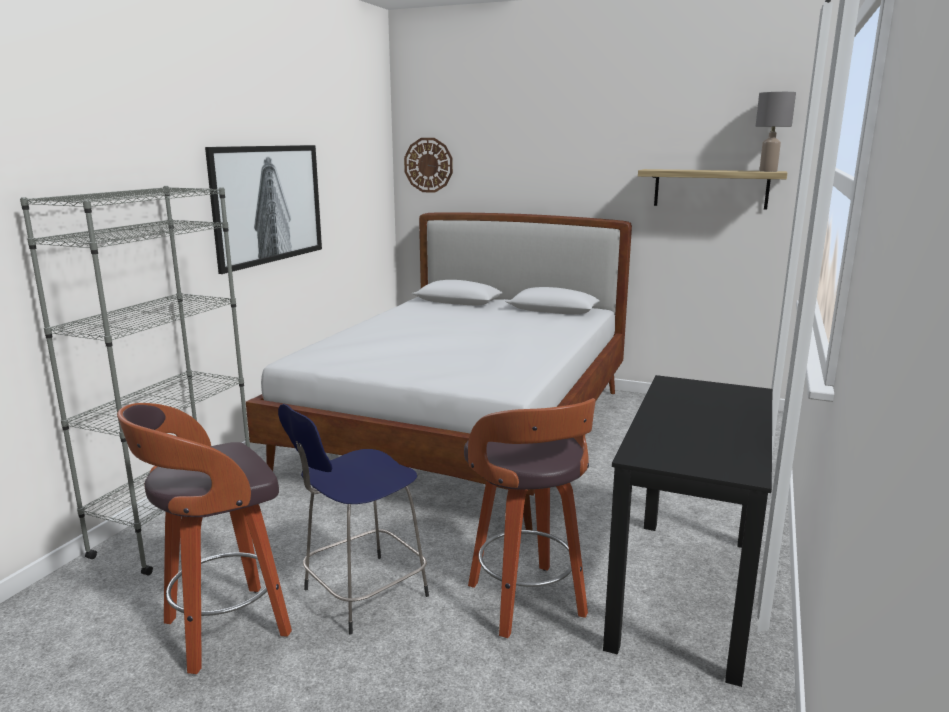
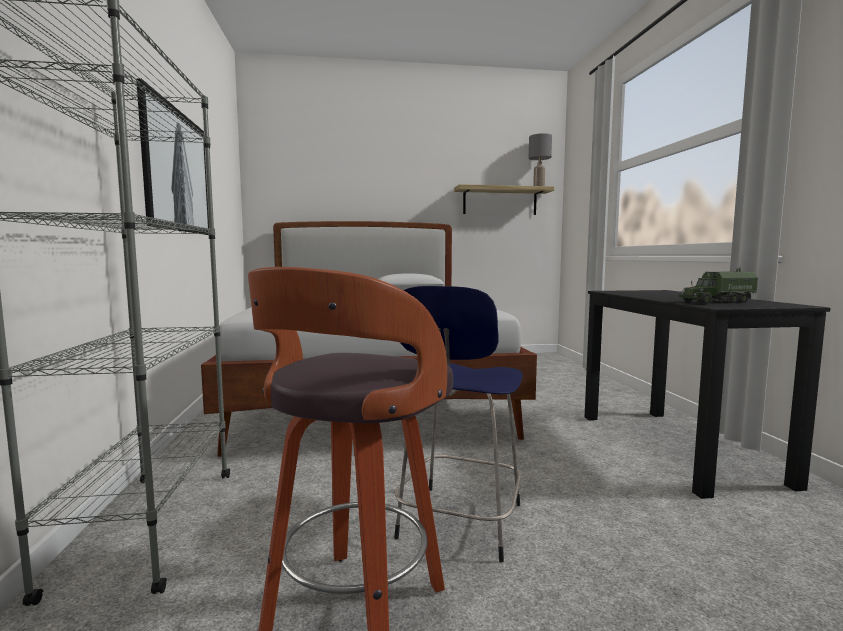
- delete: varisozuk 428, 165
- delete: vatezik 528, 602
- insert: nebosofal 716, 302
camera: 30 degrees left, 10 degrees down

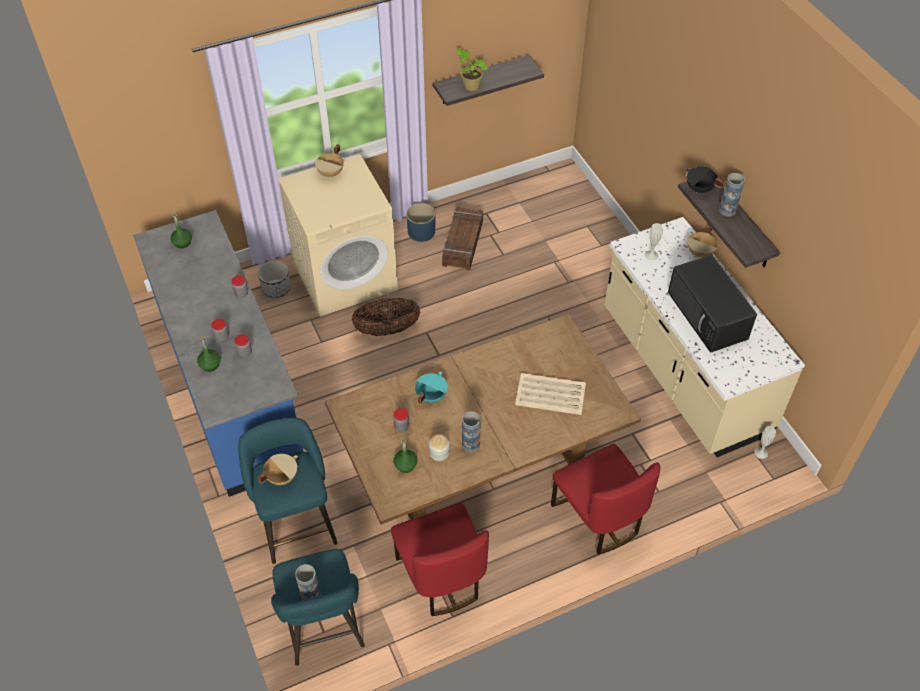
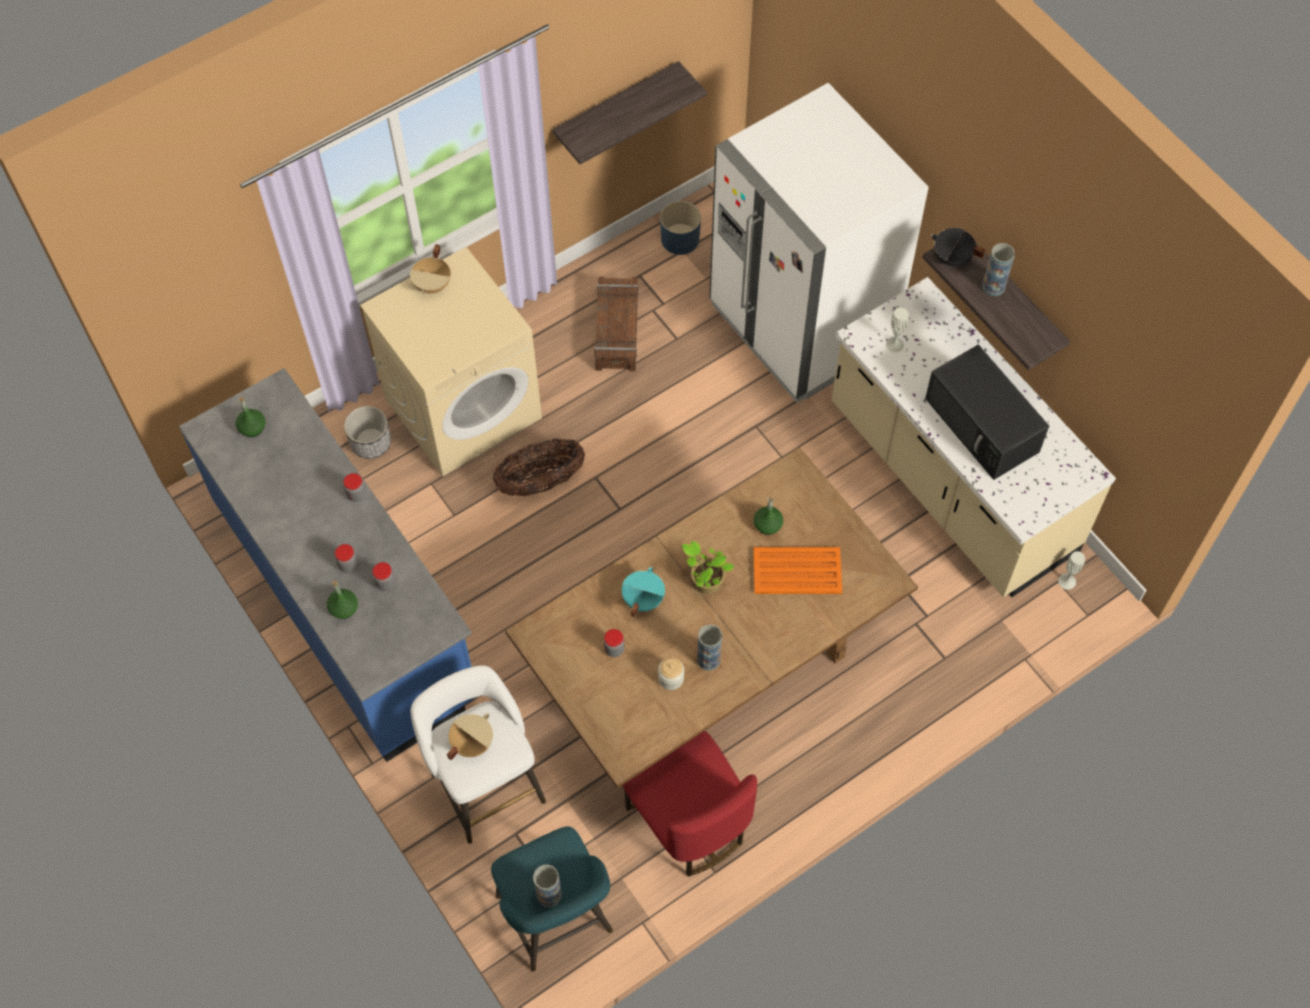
- move: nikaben 470, 85 to 705, 582
- move: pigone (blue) 421, 232 to 680, 239
- delete: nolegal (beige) 700, 253
- recolor: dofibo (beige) 551, 395 to dofibo (orange) 798, 571
- recolor: vatezik (turquoise) 296, 523 to vatezik (white) 485, 782
- move: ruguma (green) 405, 465 to 767, 525
- delete: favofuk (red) 598, 517
- insert: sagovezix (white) 801, 325
camera: 10 degrees left, 10 degrees up

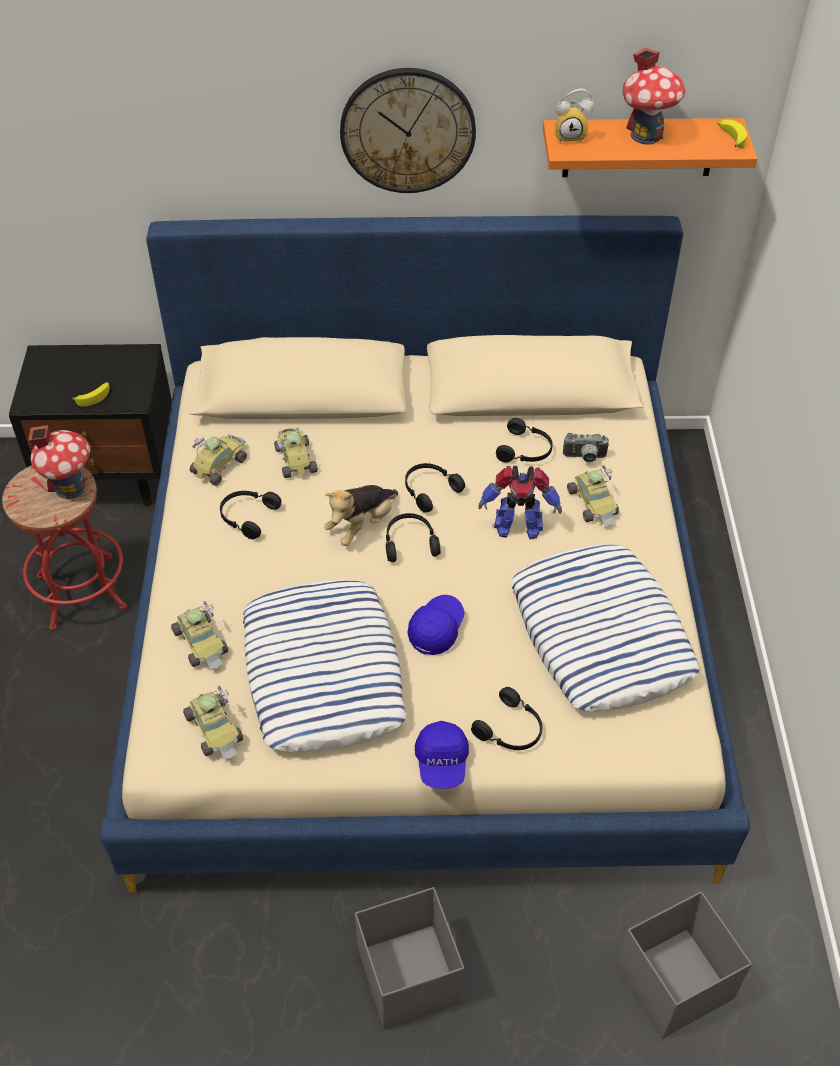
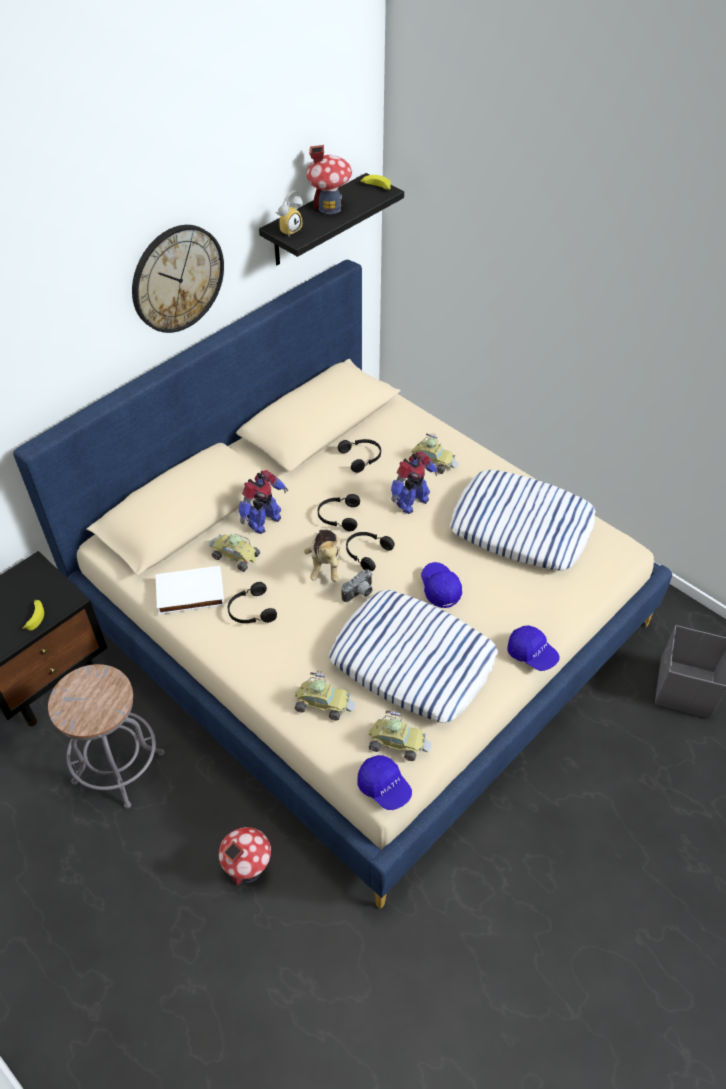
- recolor: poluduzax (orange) 639, 147 to poluduzax (black) 315, 221
- move: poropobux 70, 487 to 248, 869
- move: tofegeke 584, 458 to 360, 594
- replace: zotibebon 219, 464 to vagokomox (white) 190, 594
- recolor: vatezik (red) 81, 592 to vatezik (grey) 118, 767
- delete: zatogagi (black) 511, 729
- delete: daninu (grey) 409, 974
- insert: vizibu 263, 521
- insert: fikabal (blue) 384, 787
camera: 45 degrees left, 0 degrees up

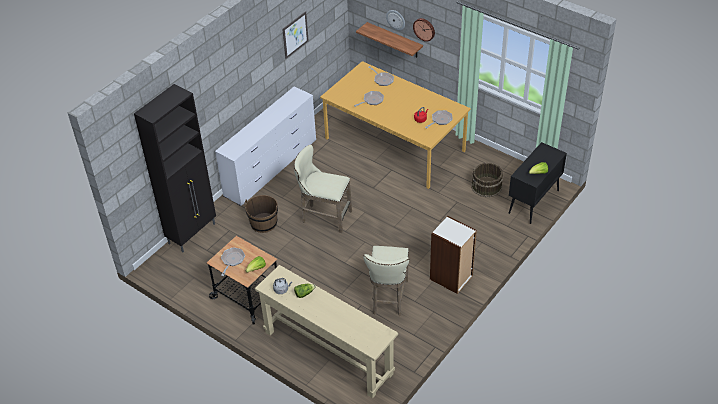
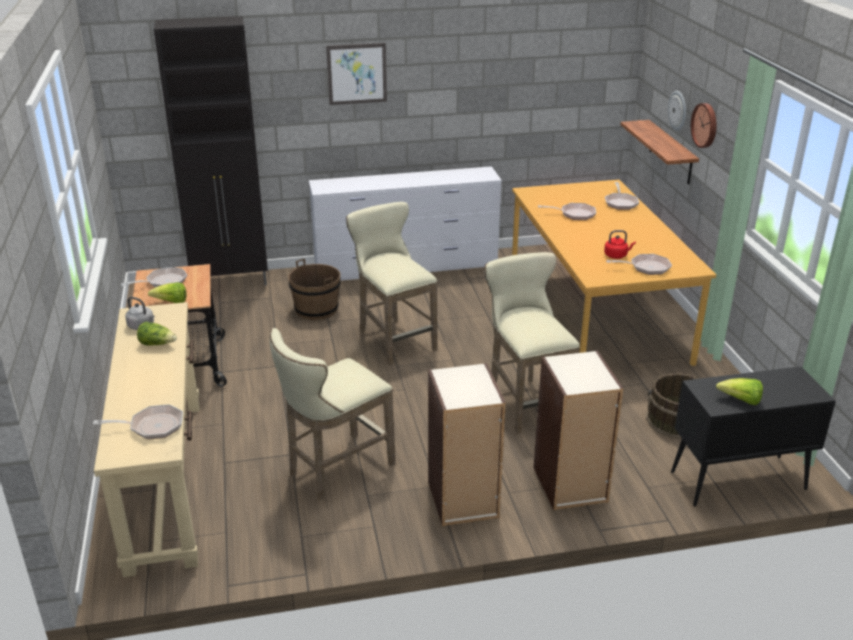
- move: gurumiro 295, 34 to 357, 74
- insert: vatezik (beige) 525, 401
- insert: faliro 570, 485
- insert: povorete 152, 426
camera: 40 degrees right, 15 degrees down

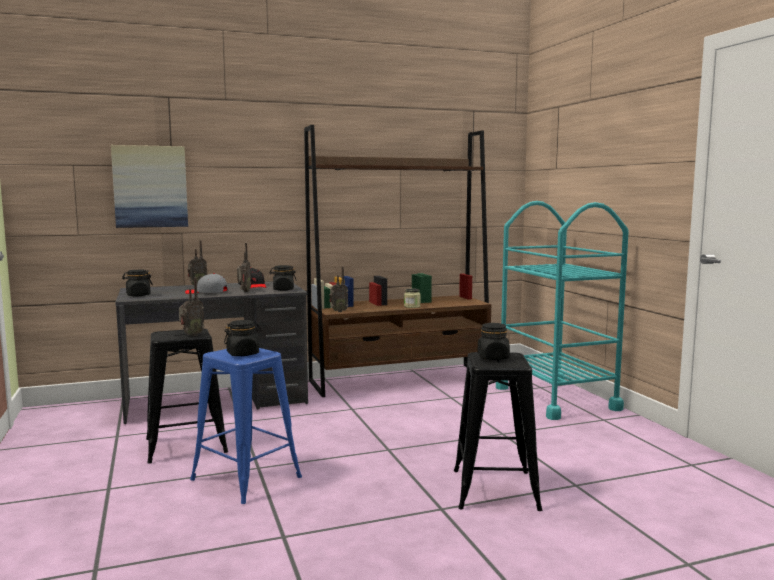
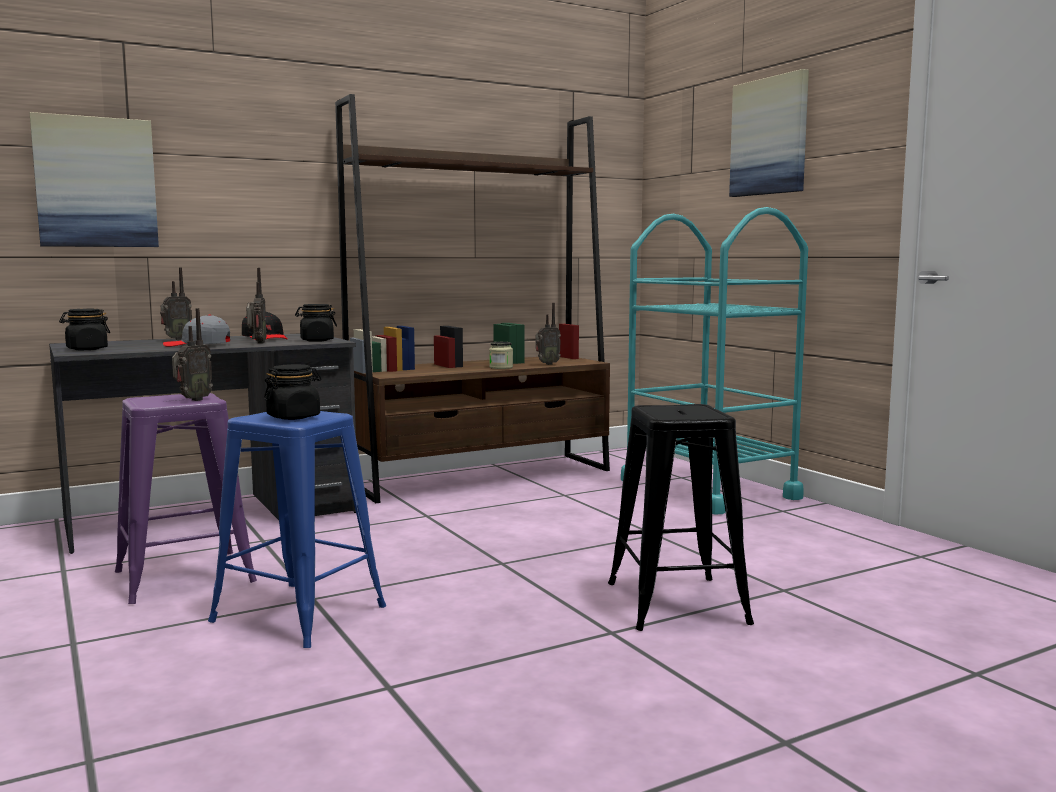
- move: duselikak 338, 311 to 546, 364
- delete: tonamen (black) 493, 357
- recolor: vatezik (black) 186, 445 to vatezik (purple) 184, 577
- insert: gurumiro 769, 136
camera: 10 degrees left, 0 degrees up

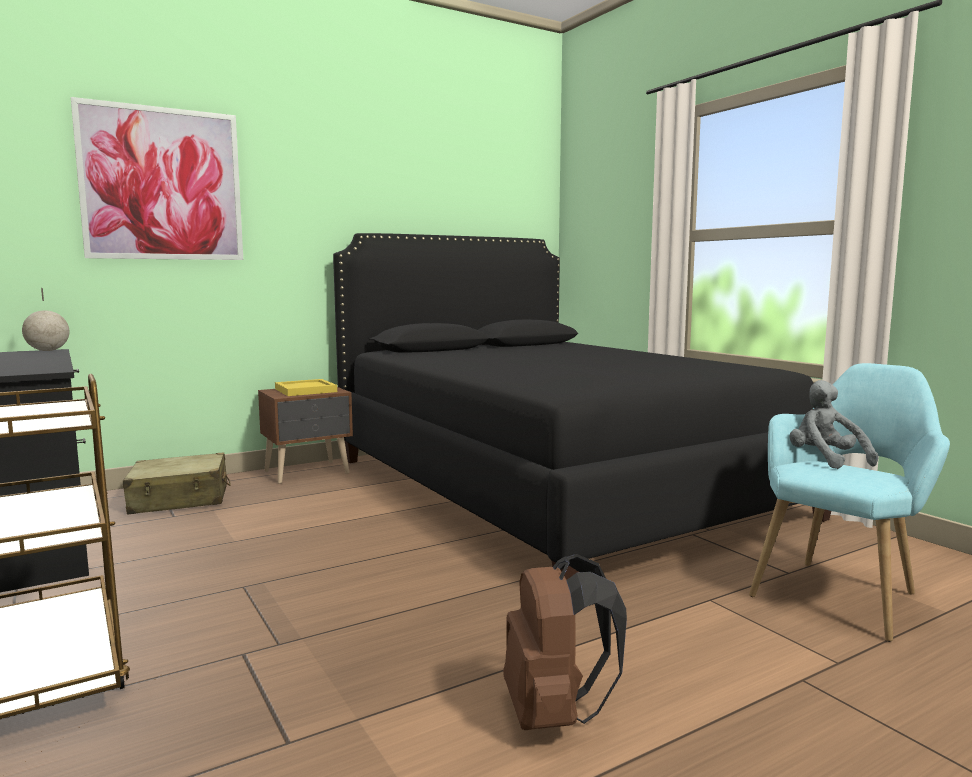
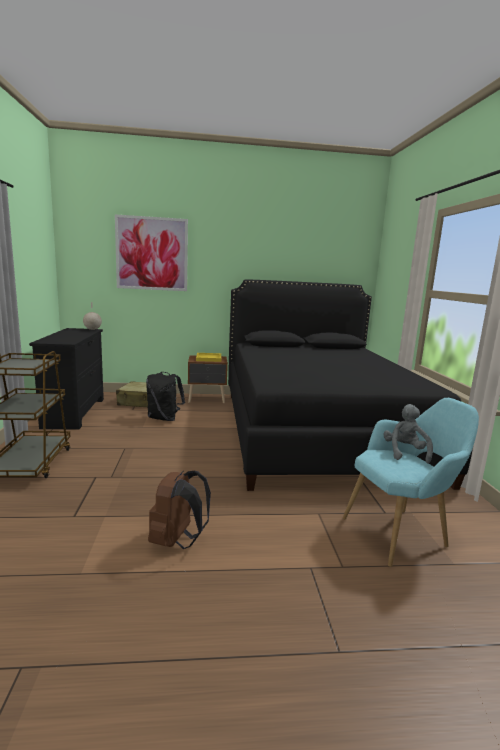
- insert: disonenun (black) 164, 418
camera: 25 degrees right, 5 degrees up

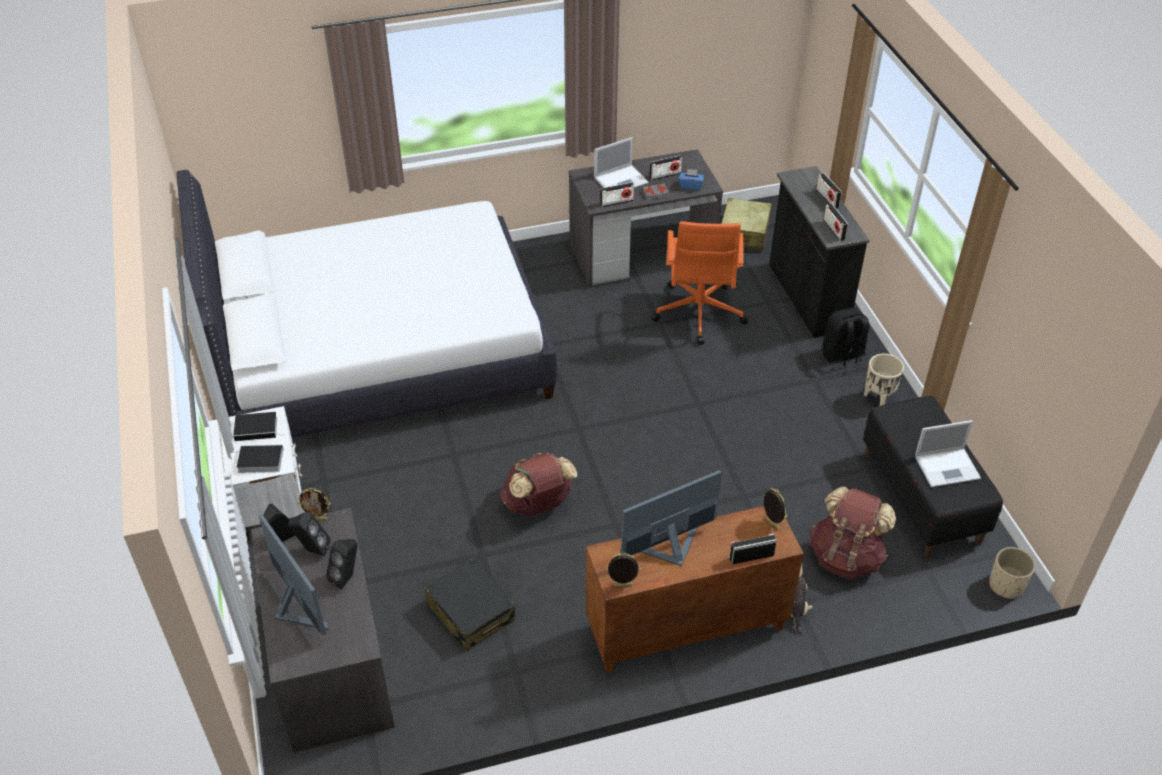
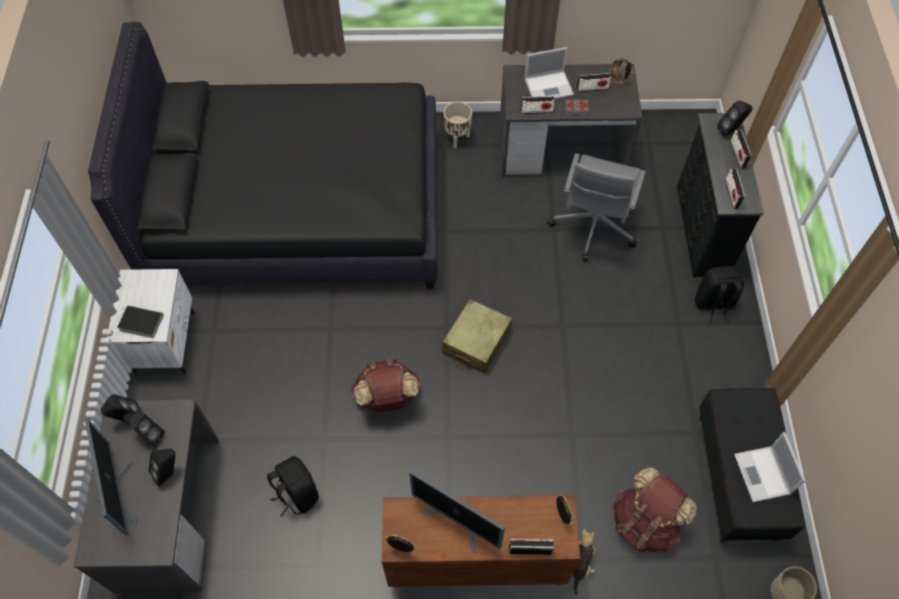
- delete: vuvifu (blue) 690, 186
- recolor: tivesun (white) 380, 355 to tivesun (black) 298, 209
- move: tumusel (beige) 744, 233 to 476, 341
- recolor: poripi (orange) 698, 314 to poripi (grey) 593, 227
- move: pigone (beige) 878, 399 to 457, 138
- delete: vagokomox 257, 428
- rotate: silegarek 948, 467 = 763, 475 75 degrees clockwise
- rotate: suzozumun 670, 549 = 457, 521 135 degrees counterclockwise
- move: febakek 318, 519 to 618, 83
- replace: tumusel (black) 470, 612 to disonenun (black) 297, 494
- insert: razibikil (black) 730, 131
camera: 15 degrees right, 15 degrees up

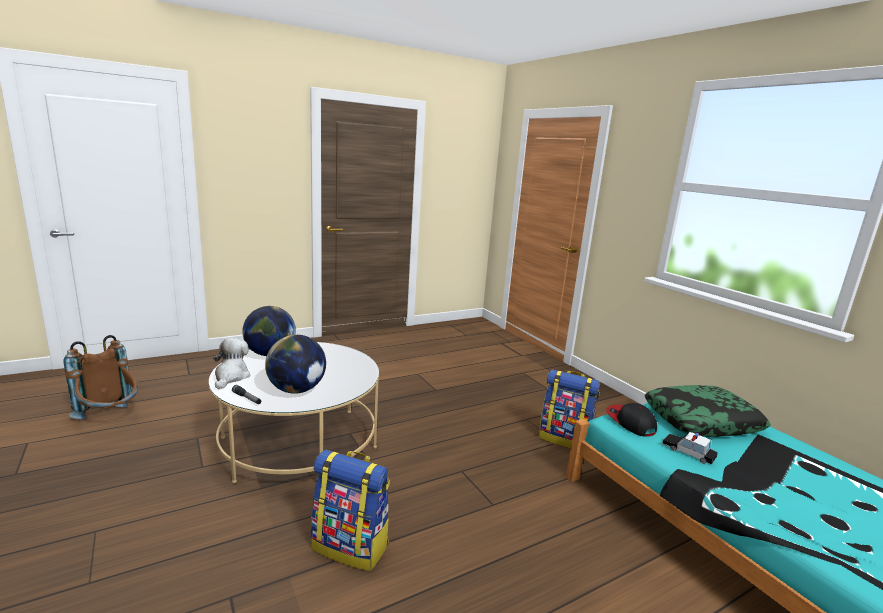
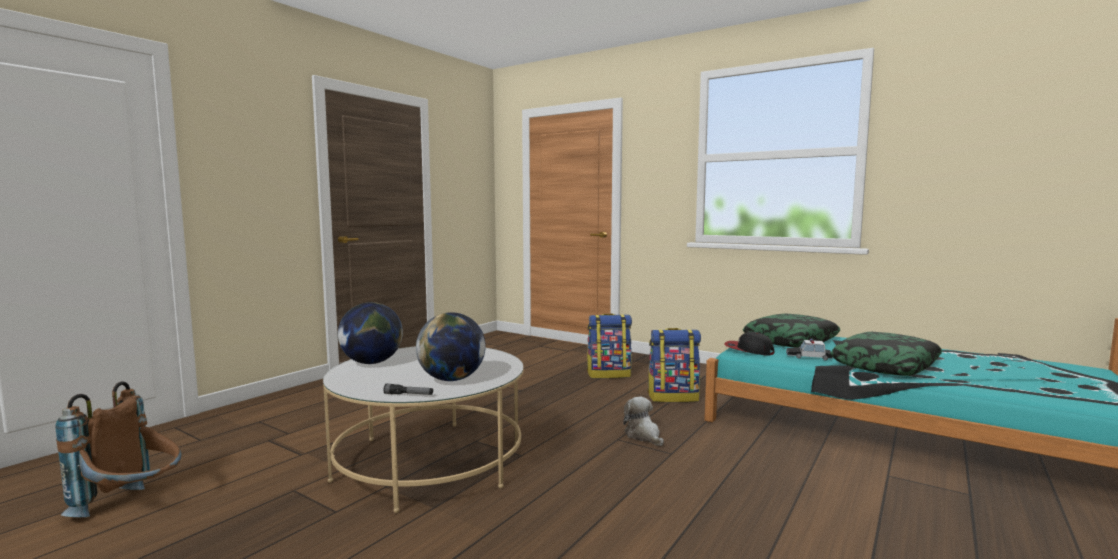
- move: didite 231, 377 to 643, 435
- move: disonenun 351, 546 to 609, 374
- insert: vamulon 886, 365
camera: 25 degrees left, 10 degrees down

